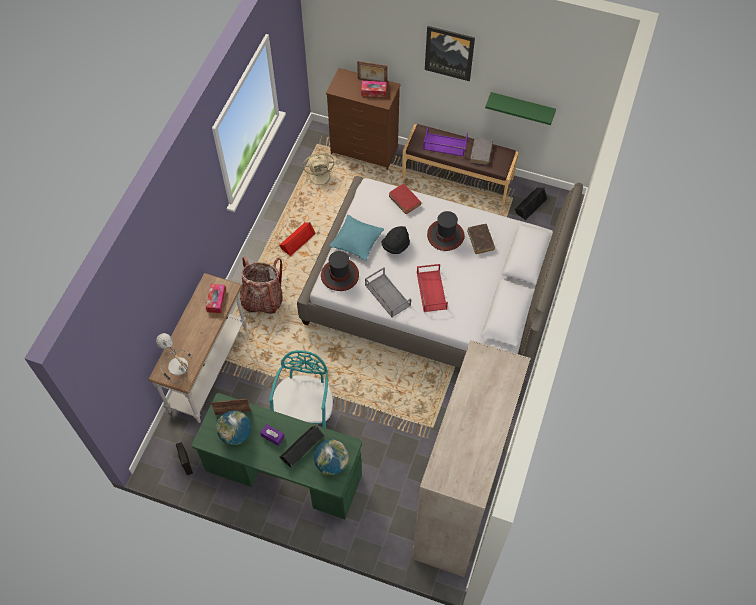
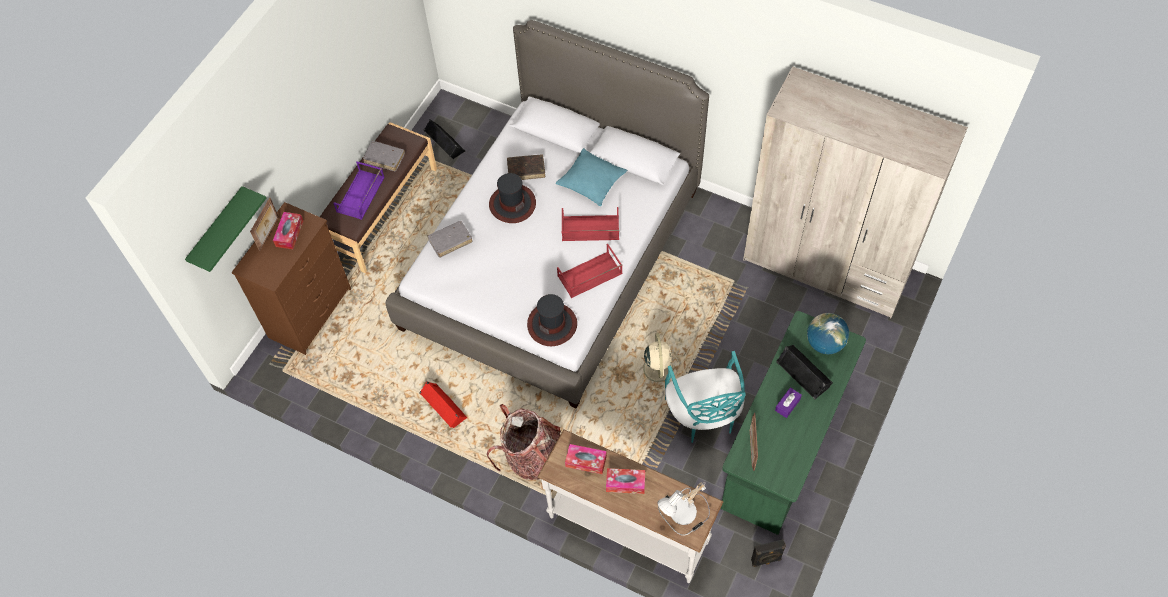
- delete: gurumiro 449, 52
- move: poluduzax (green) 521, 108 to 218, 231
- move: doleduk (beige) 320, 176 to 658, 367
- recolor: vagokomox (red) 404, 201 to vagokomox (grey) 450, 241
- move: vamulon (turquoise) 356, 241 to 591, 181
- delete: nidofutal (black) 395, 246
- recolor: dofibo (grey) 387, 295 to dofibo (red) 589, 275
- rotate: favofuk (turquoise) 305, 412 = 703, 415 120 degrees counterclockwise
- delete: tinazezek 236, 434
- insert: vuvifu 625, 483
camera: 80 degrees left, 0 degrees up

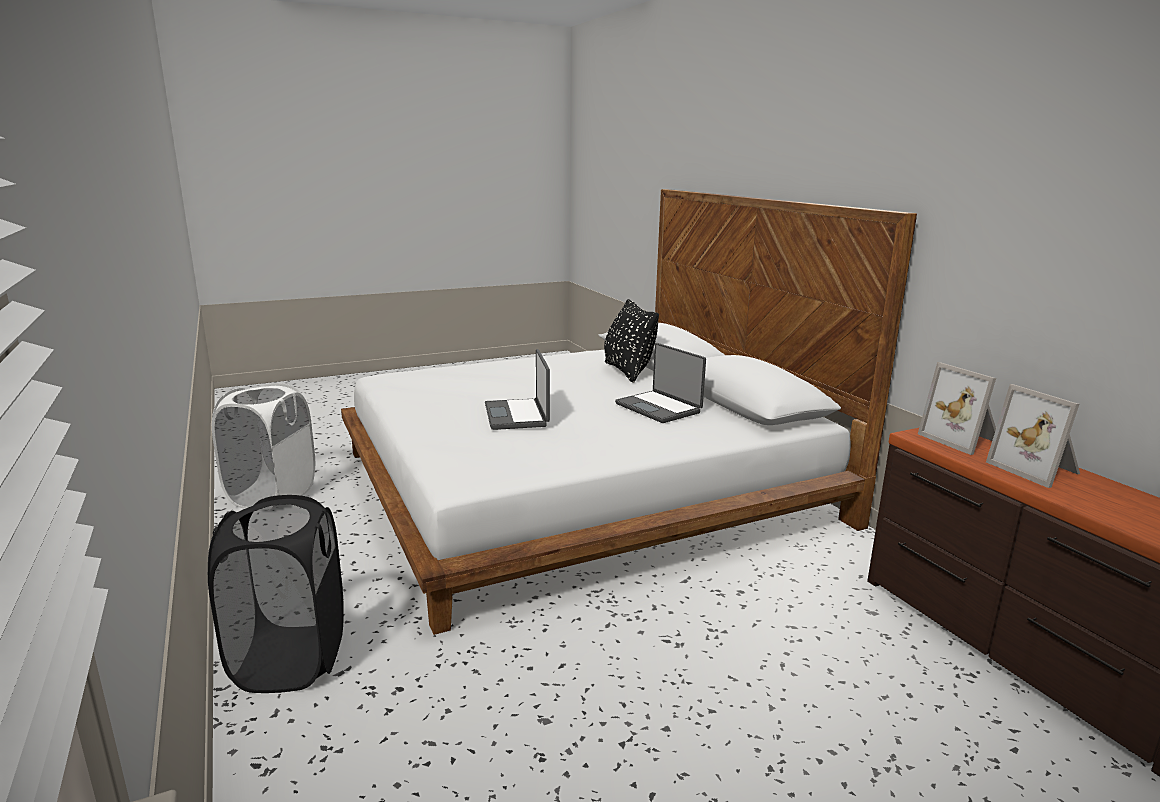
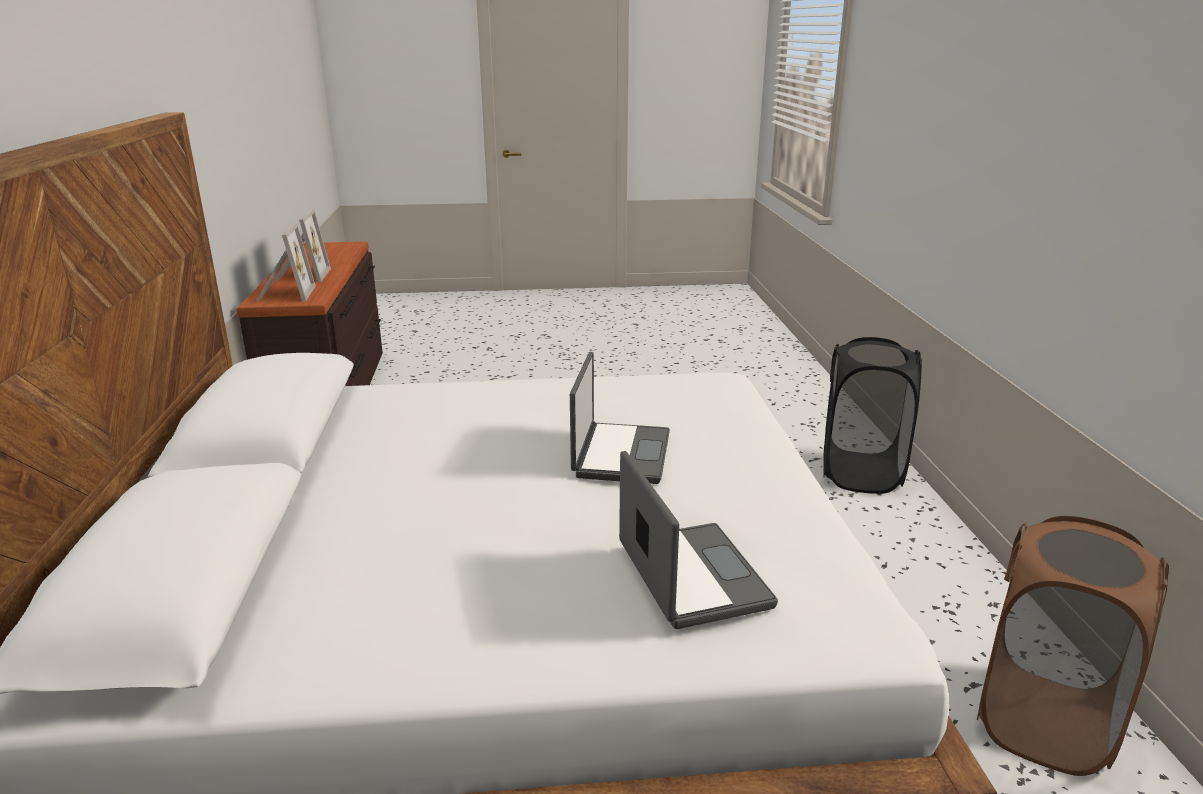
- delete: vamulon (black) 628, 371
- move: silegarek 659, 408 to 690, 576
- recolor: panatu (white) 272, 495 to panatu (brown) 1044, 721
camera: 160 degrees left, 5 degrees up

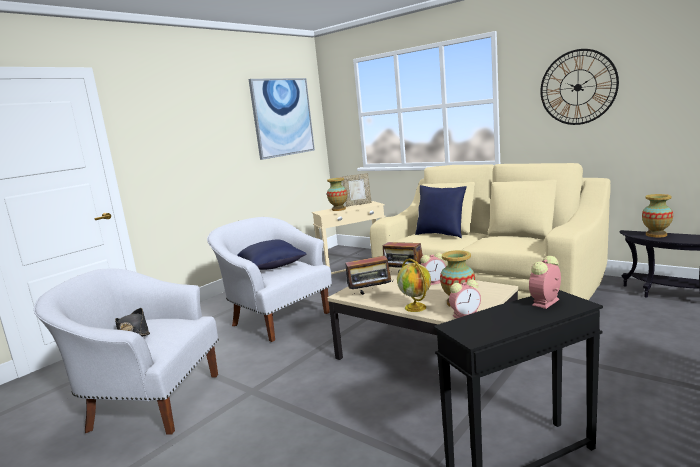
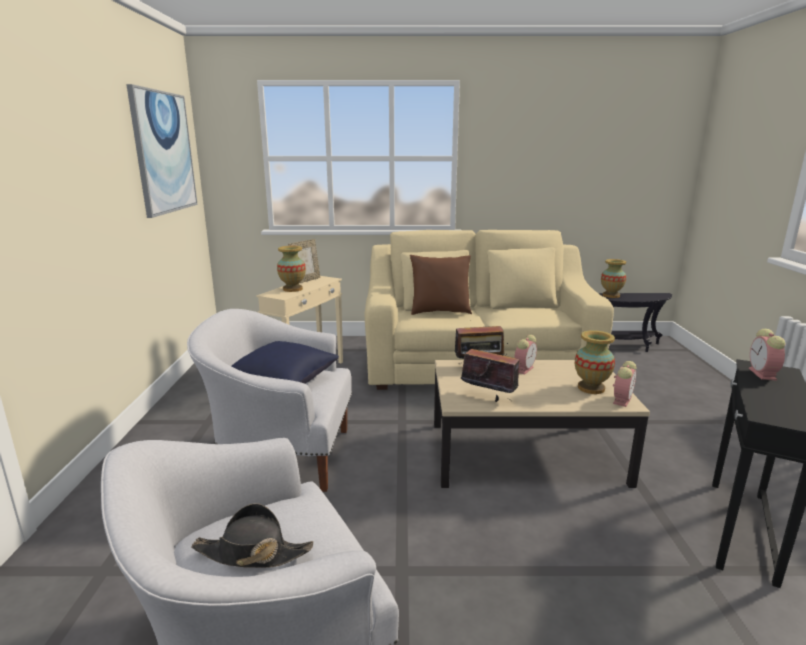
- delete: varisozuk 577, 87
- recolor: vamulon (blue) 441, 234 to vamulon (brown) 440, 312
- rotate: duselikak 370, 295 = 488, 397 105 degrees counterclockwise
- delete: tinazezek 416, 308
camera: 40 degrees left, 5 degrees up

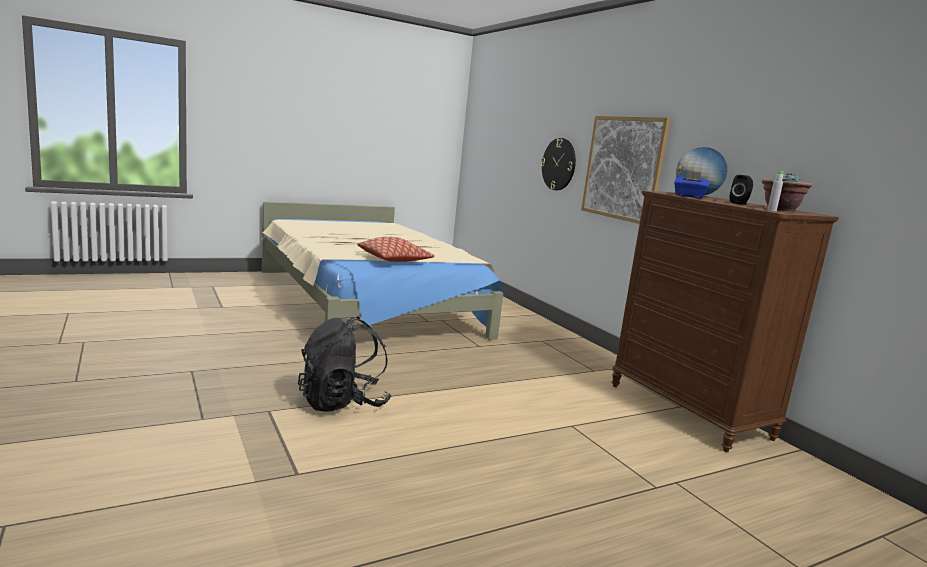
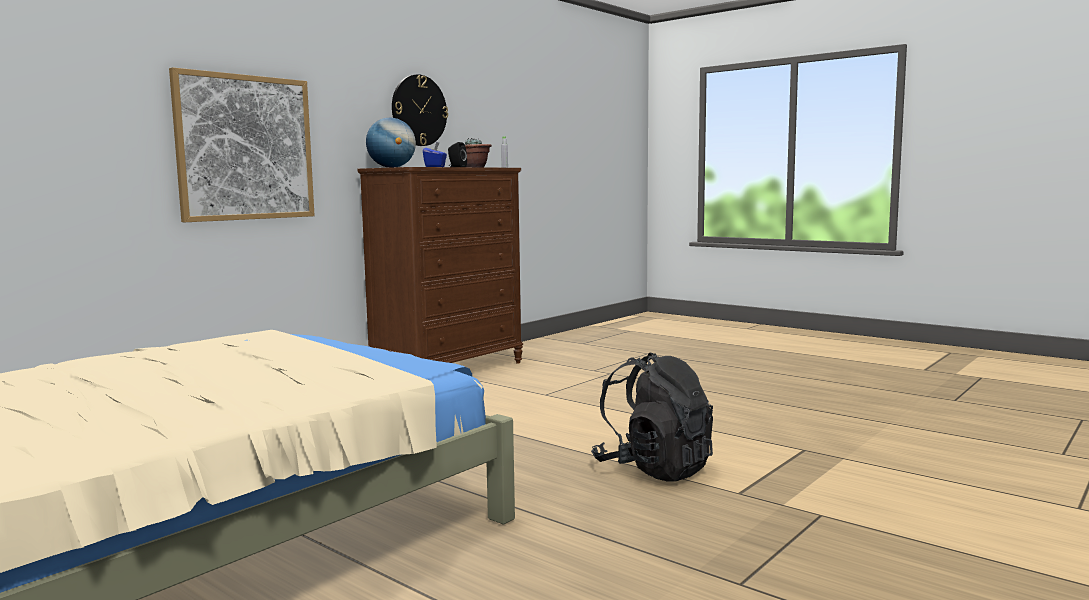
- move: varisozuk 559, 164 to 419, 110
- delete: vamulon 394, 259
camera: 110 degrees left, 5 degrees down

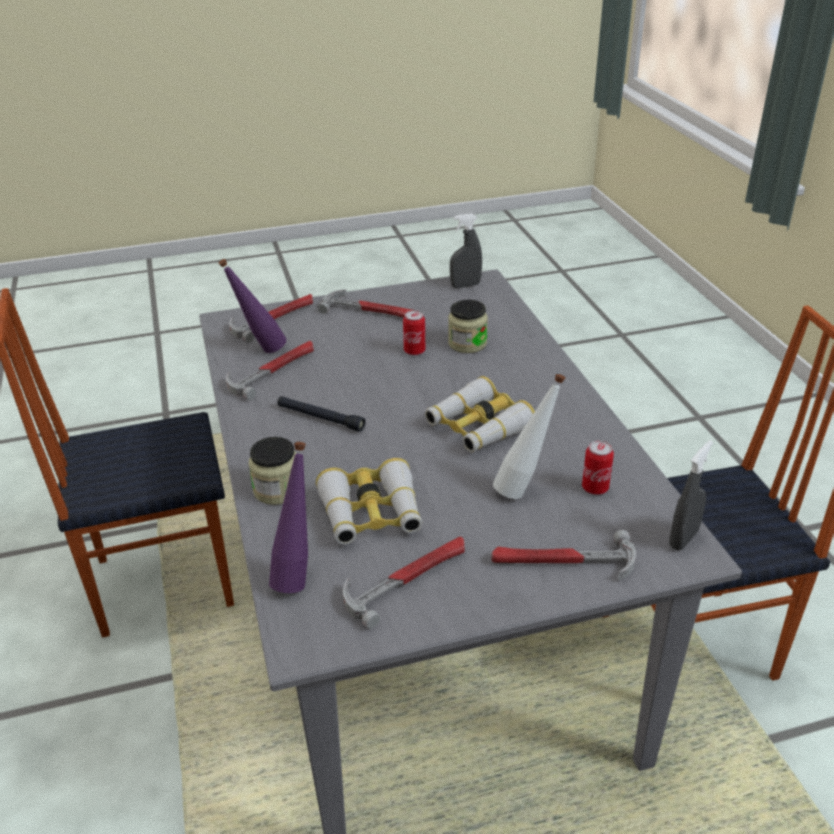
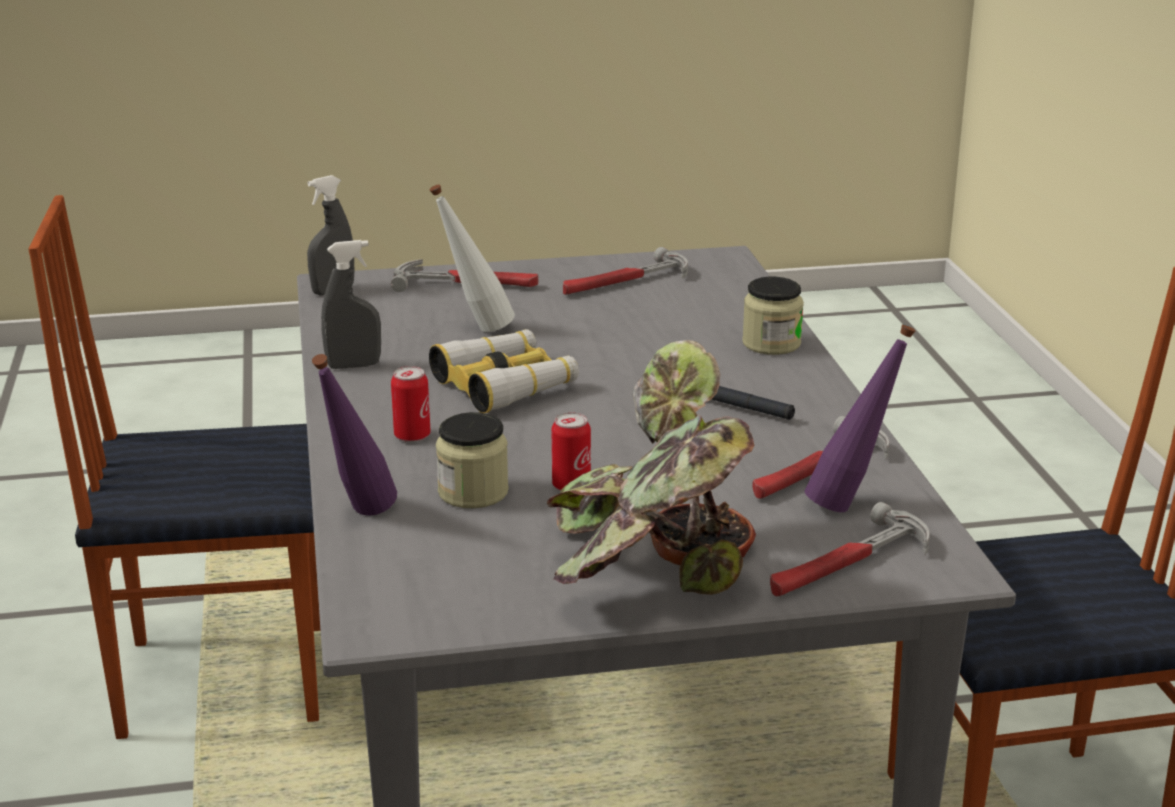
- move: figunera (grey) 465, 285 to 353, 365
- replace: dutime 370, 311 to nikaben 647, 568
- move: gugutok 595, 488 to 412, 436
- move: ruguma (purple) 297, 574 to 358, 517
- delete: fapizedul 371, 514
camera: 175 degrees left, 10 degrees down

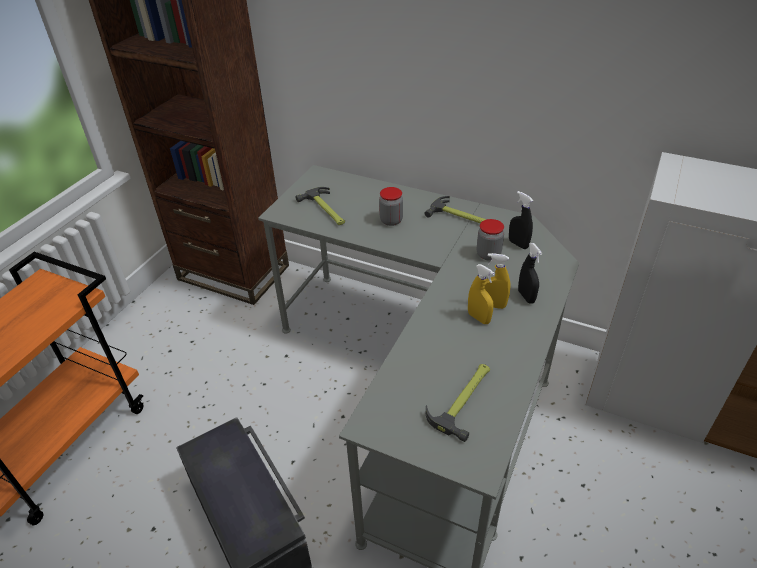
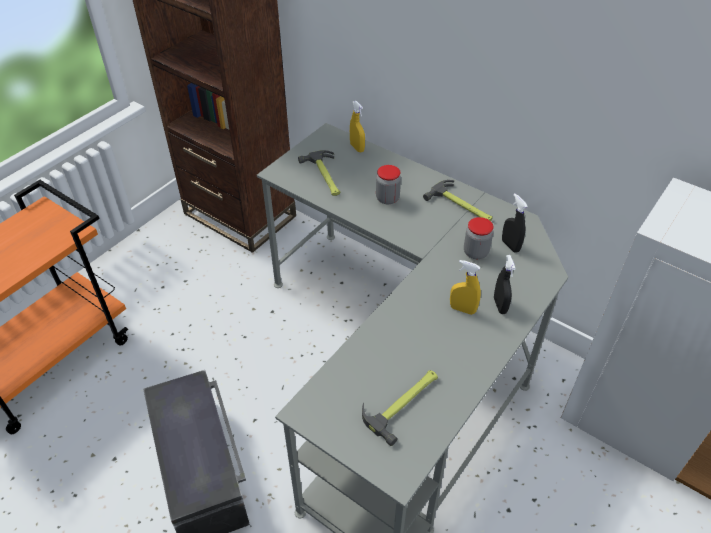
- move: figunera (yellow) 479, 318 to 357, 148
camera: 10 degrees right, 5 degrees up

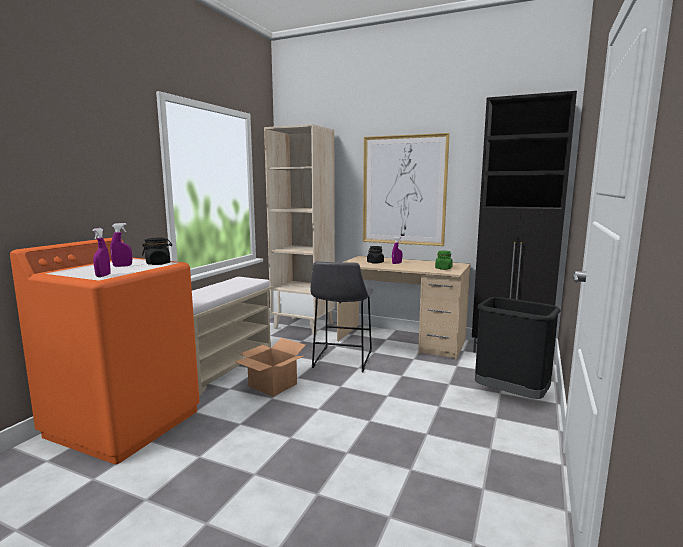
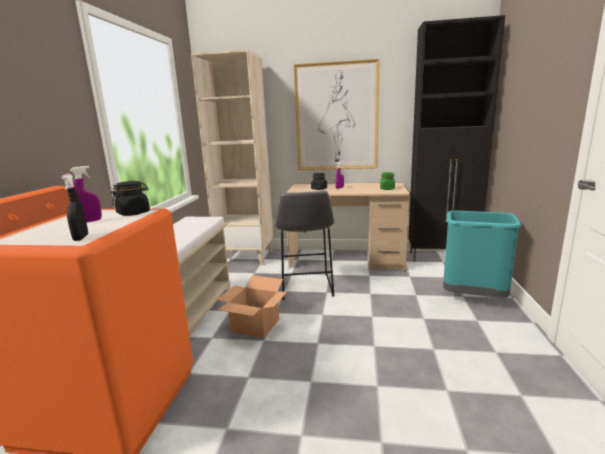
- recolor: figunera (purple) 103, 276 to figunera (black) 81, 238
- recolor: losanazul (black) 511, 396 to losanazul (turquoise) 473, 297
camera: 15 degrees left, 5 degrees up

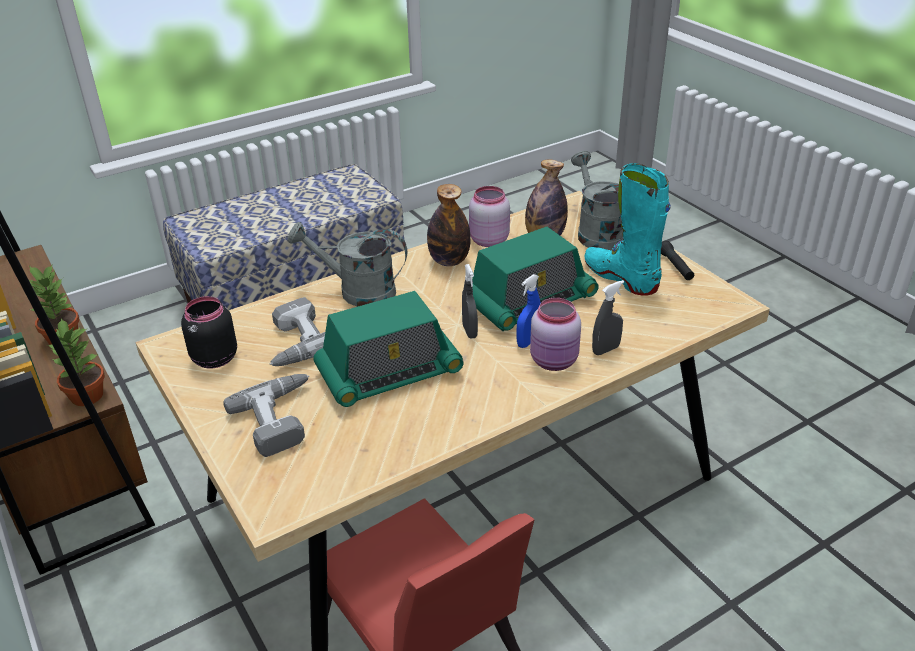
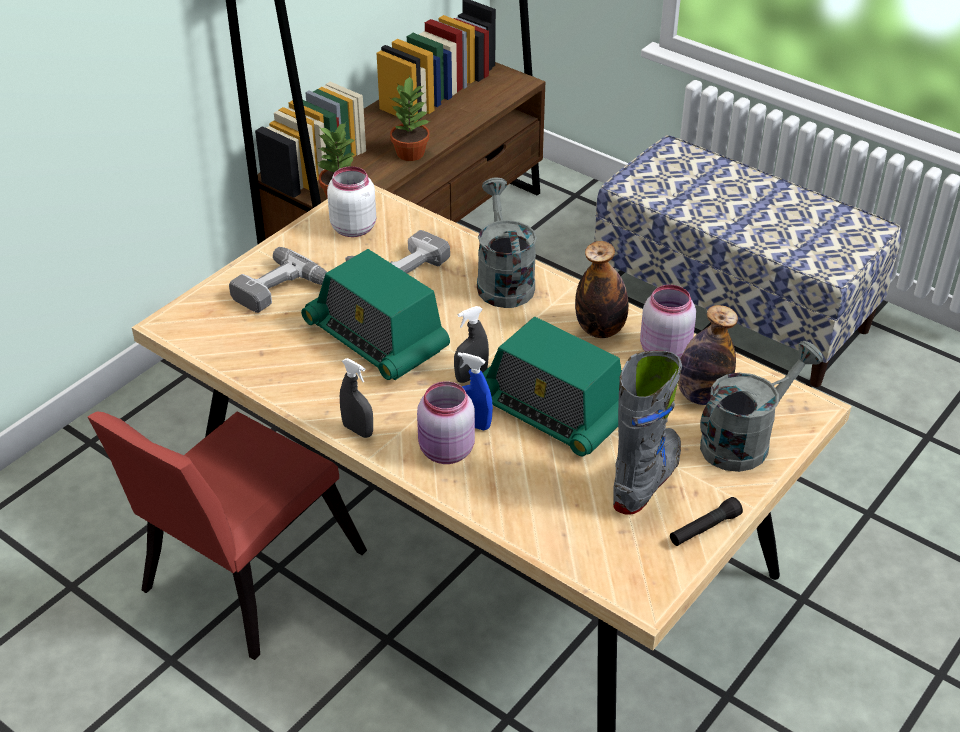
- recolor: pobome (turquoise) 621, 278 to pobome (grey) 646, 480
- move: figunera (grey) 605, 349 to 358, 430
- recolor: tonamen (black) 213, 358 to tonamen (white) 353, 227
camera: 70 degrees right, 5 degrees up

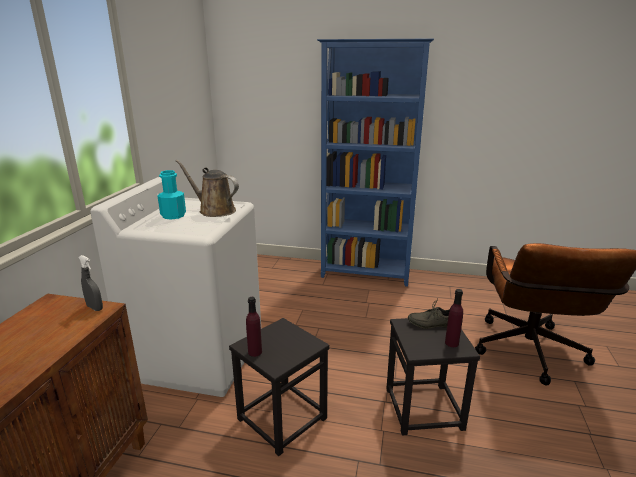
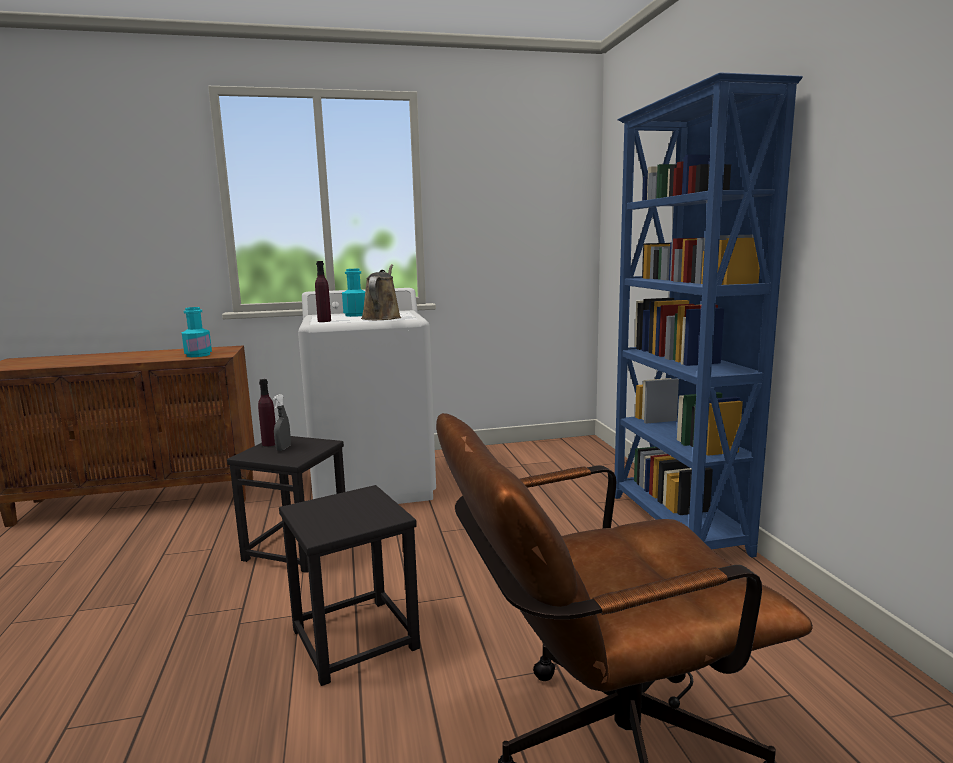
- move: figunera (grey) 95, 308 to 283, 448
- move: ruguma (purple) 451, 343 to 324, 321
- delete: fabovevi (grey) 430, 323
- insert: ruguma (turquoise) 198, 355
camera: 65 degrees right, 10 degrees down

